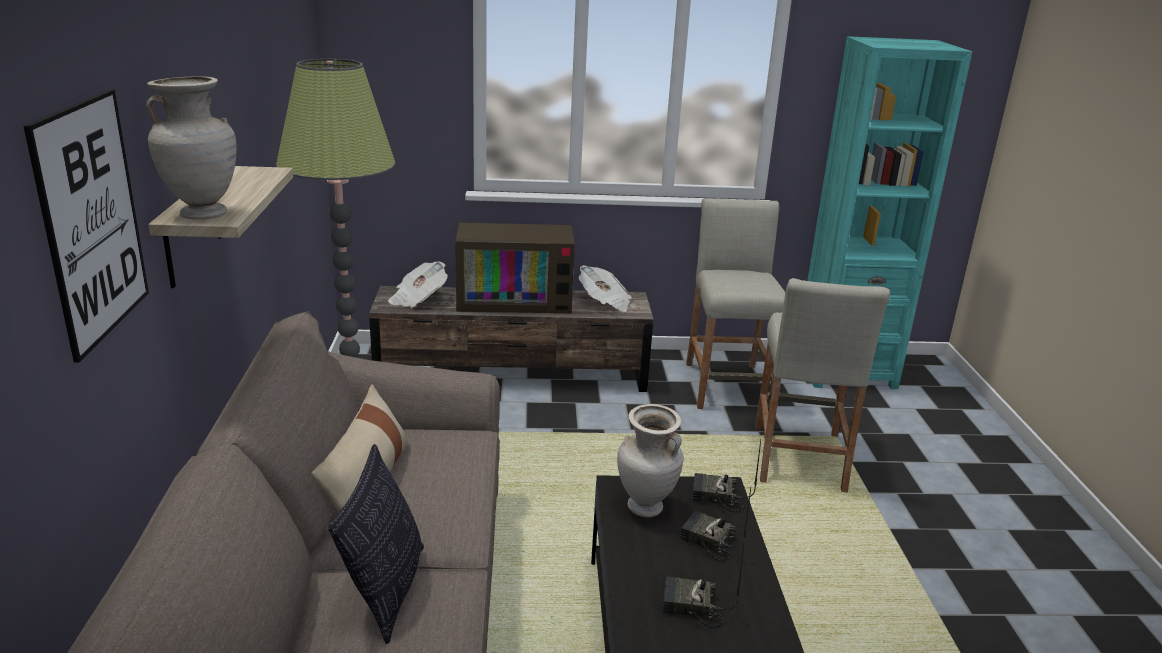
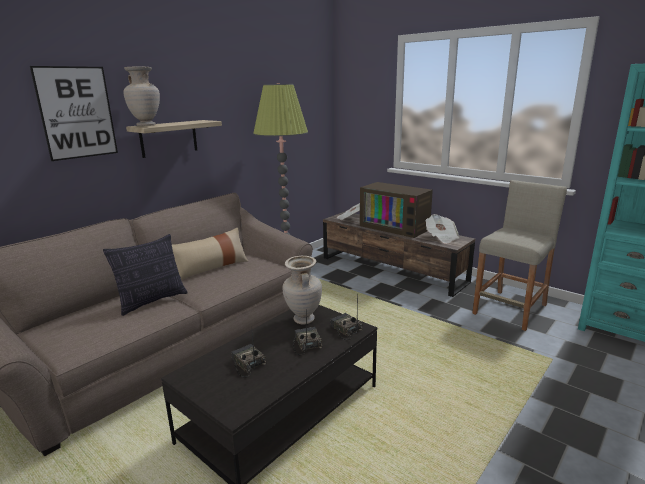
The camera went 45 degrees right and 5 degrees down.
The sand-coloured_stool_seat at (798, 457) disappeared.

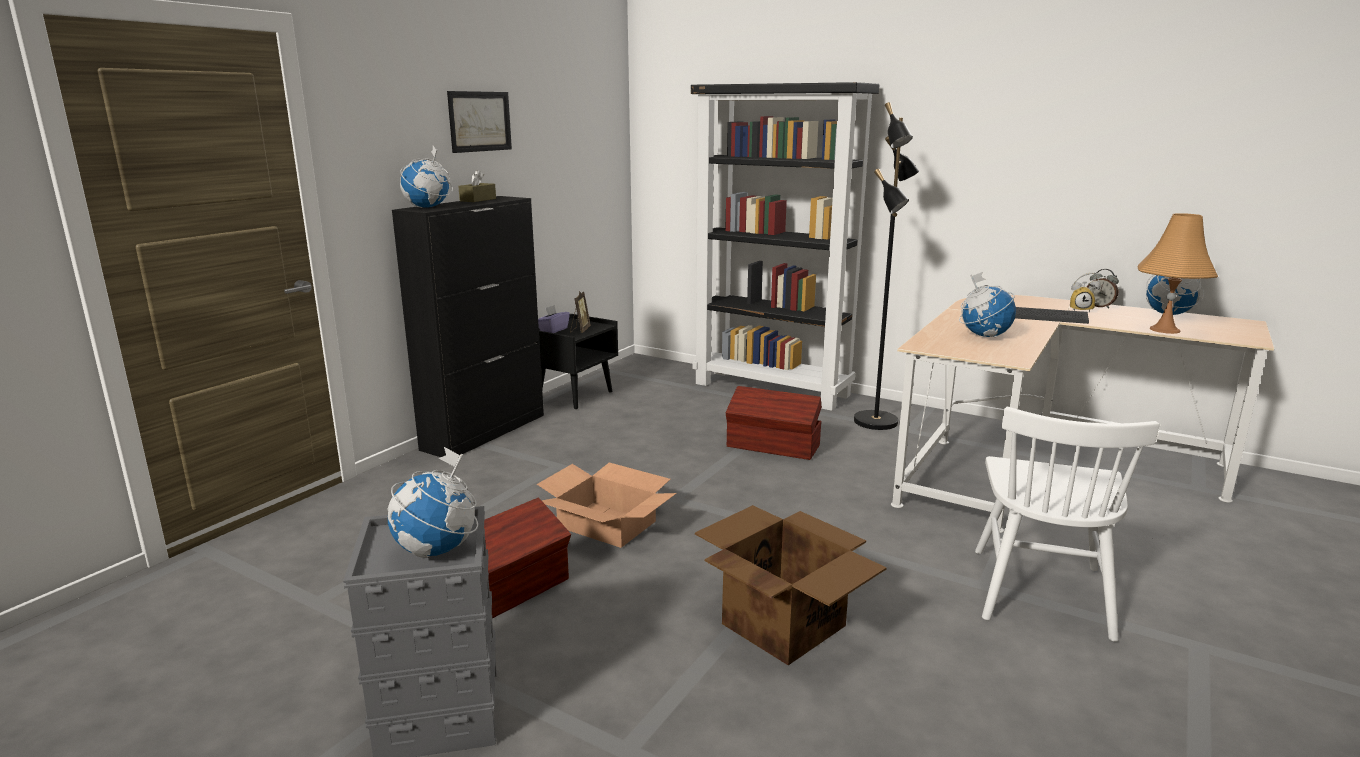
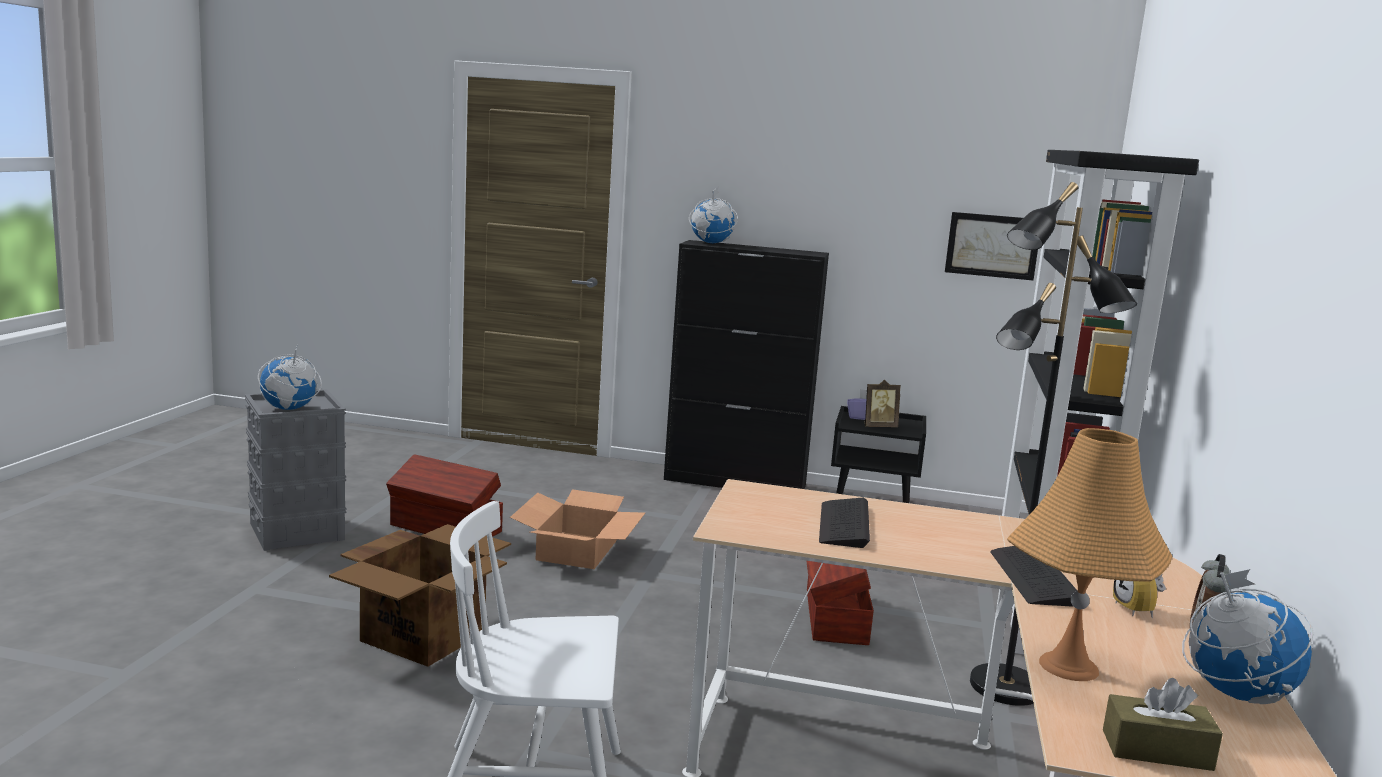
The camera went 70 degrees right and 5 degrees down.
The picture moved from (480, 121) to (992, 246).
The brown_tissue_holder moved from (478, 200) to (1157, 750).
The world_globe at (984, 336) was replaced by the keyboard at (844, 524).

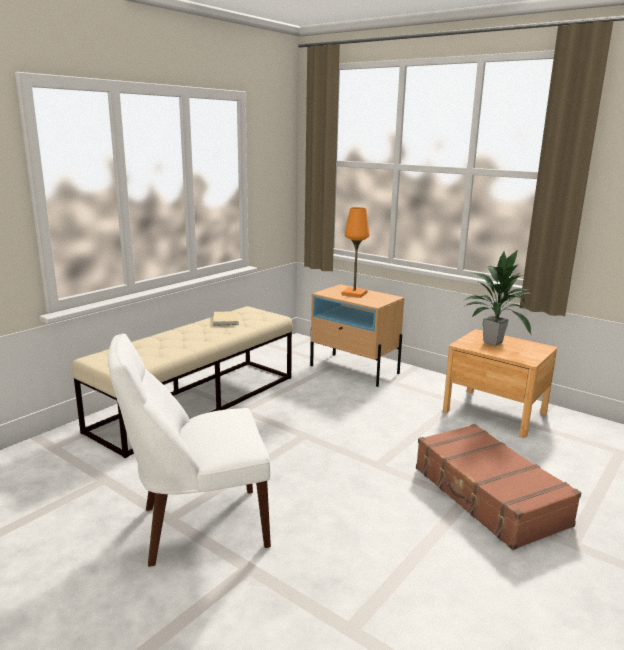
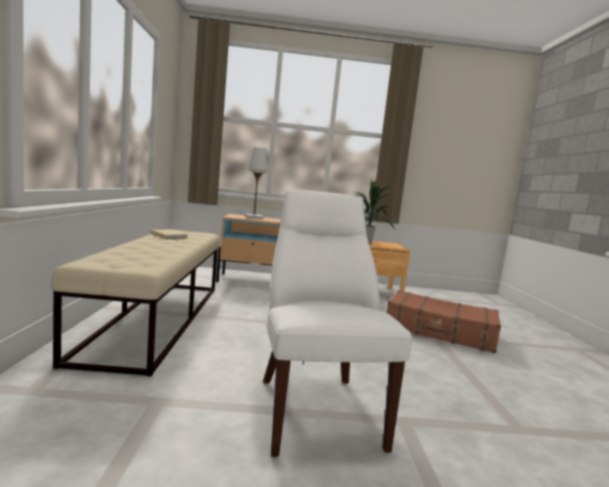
The camera went 40 degrees left and 10 degrees down.
The white_upright_chair at (197, 526) turned 135 degrees clockwise.
The orangey_table_lamp at (354, 294) became the white_table_lamp at (254, 217).

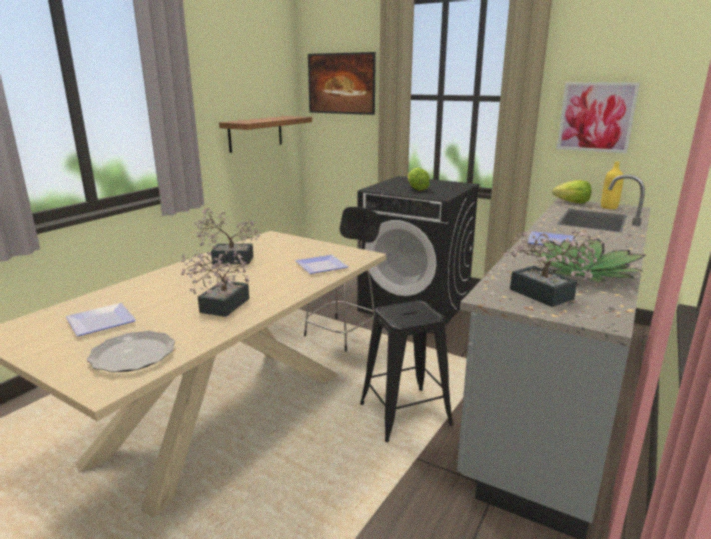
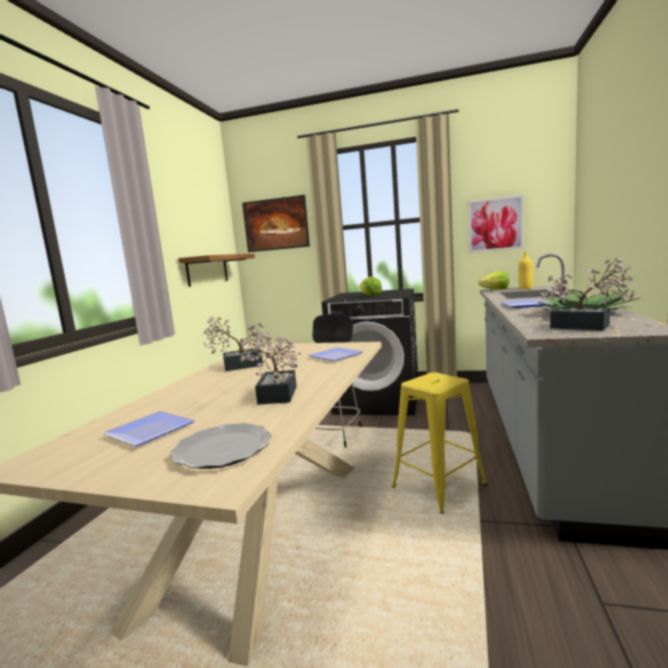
The camera went 15 degrees left and 10 degrees down.
The black-coloured_stool_seat at (405, 414) became the yellow-coloured_stool_seat at (439, 486).

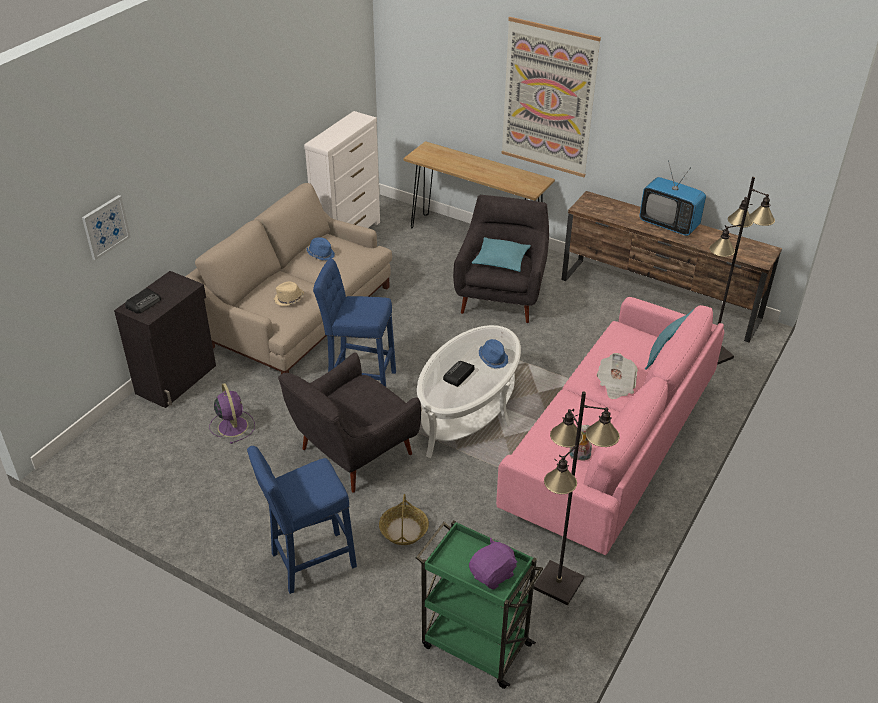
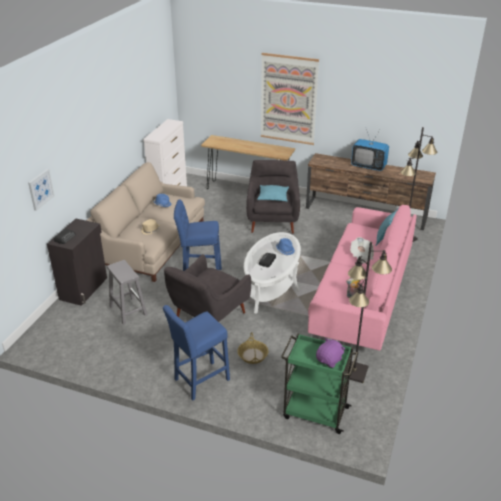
The camera went 10 degrees left and 5 degrees down.
The purple_cooling_fan at (232, 425) was replaced by the gray_stool_seat at (127, 310).

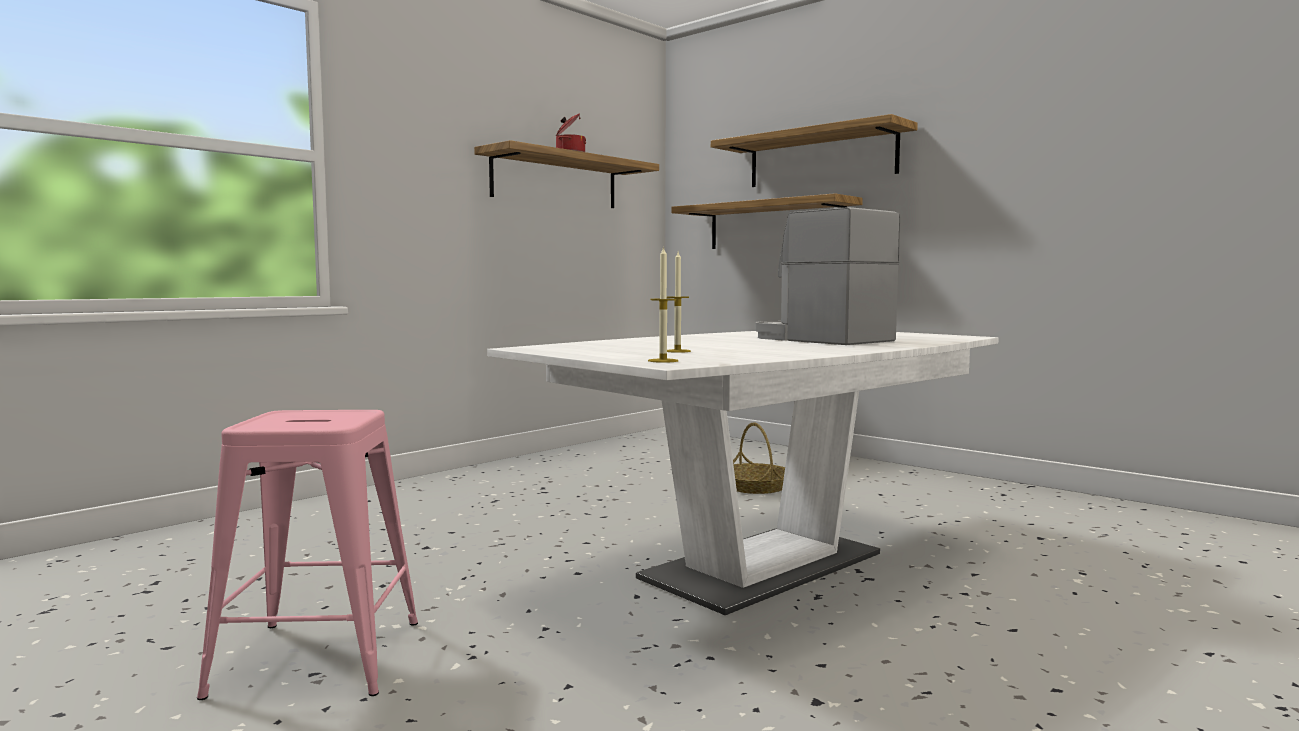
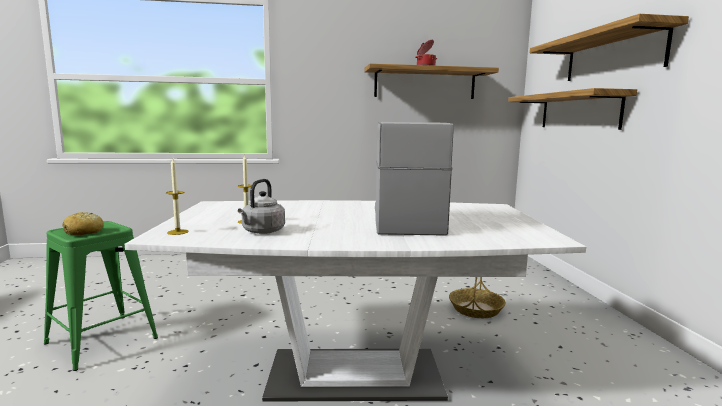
The camera went 40 degrees right and 5 degrees up.
The pink-coloured_stool_seat at (318, 658) became the greenish_stool_seat at (101, 341).
The bakery_bread at (84, 232) appeared.
The gray_tea_kettle at (262, 232) appeared.

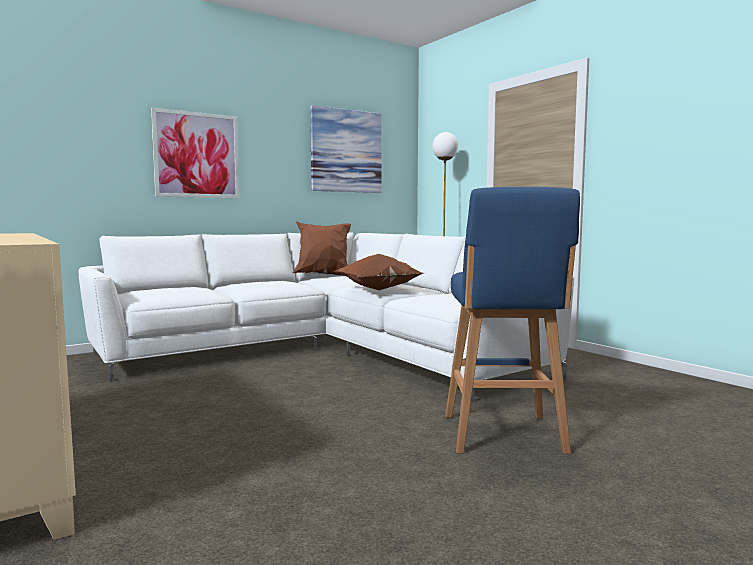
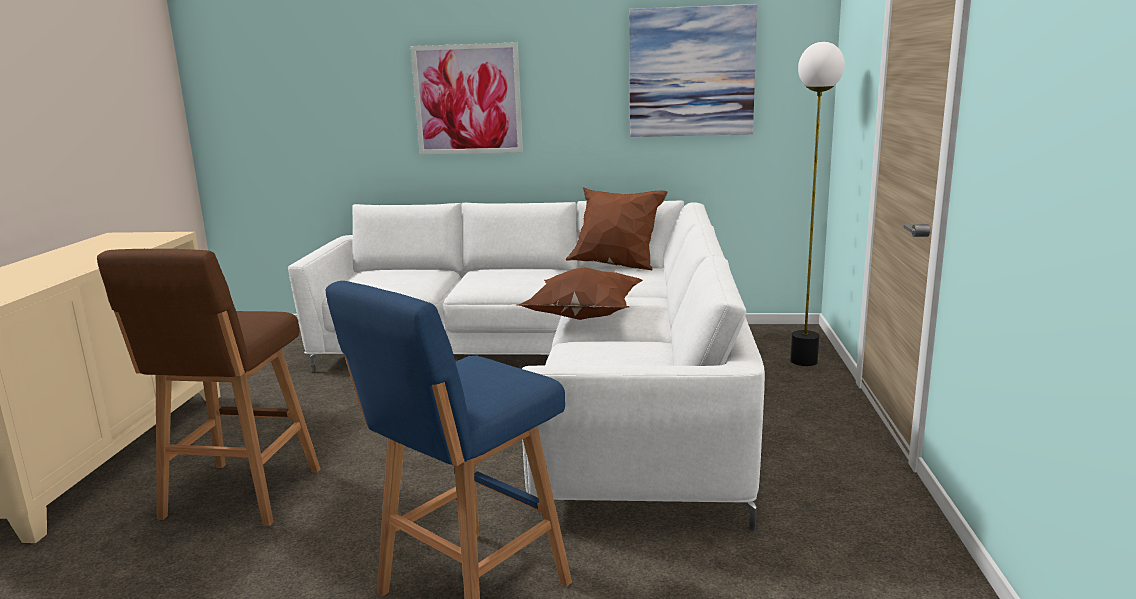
The camera went 40 degrees right and 10 degrees up.
The brown_stool_seat at (239, 496) appeared.

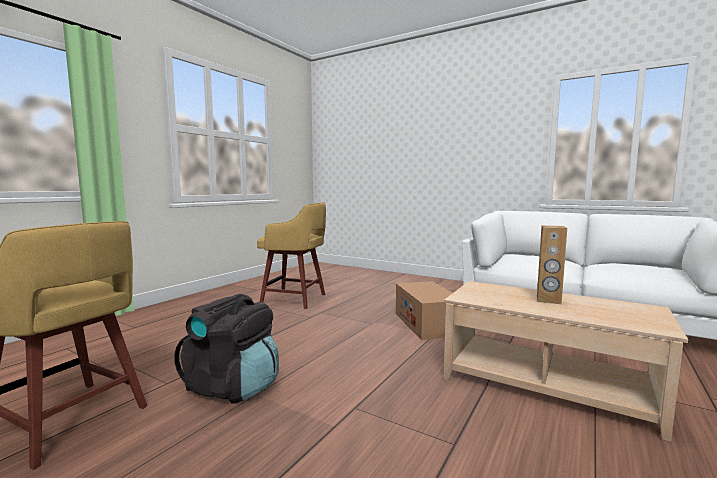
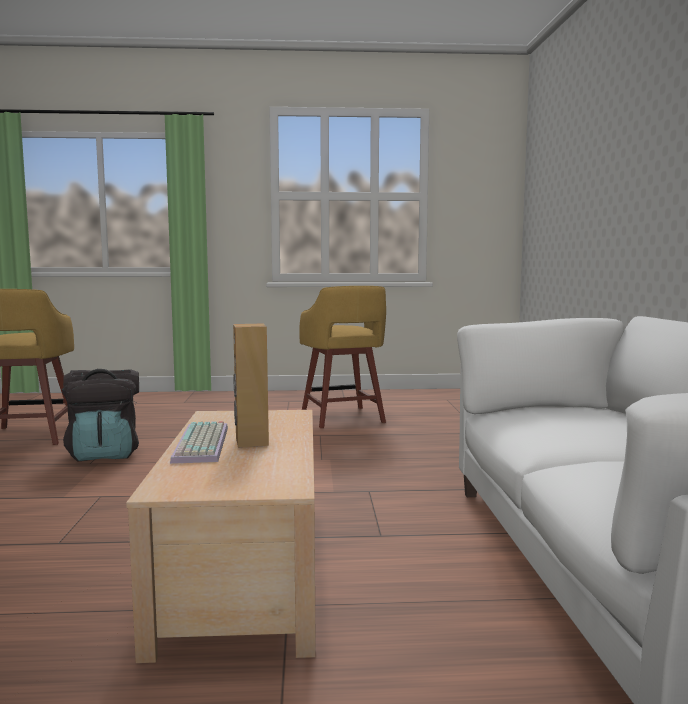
The camera went 55 degrees right and 0 degrees up.
The carton at (427, 324) disappeared.
The keyboard at (203, 444) appeared.

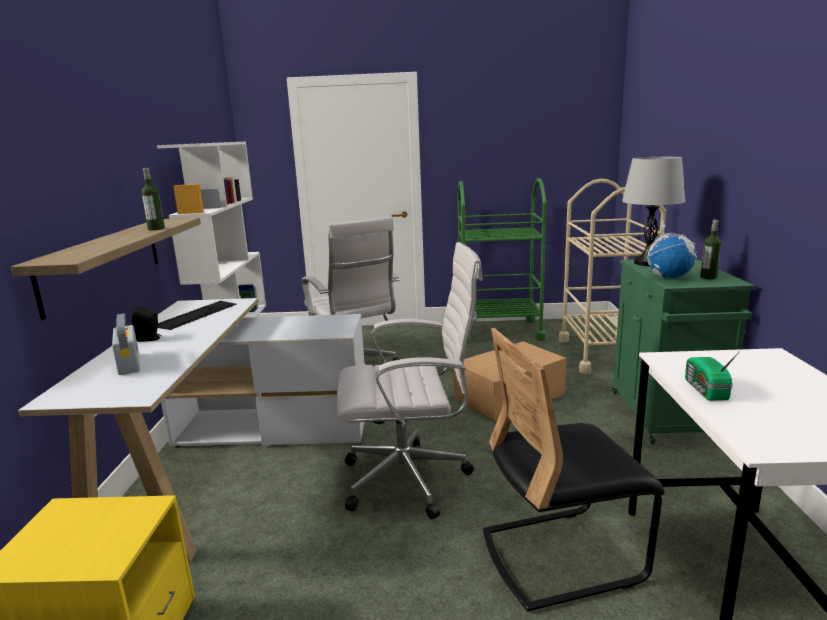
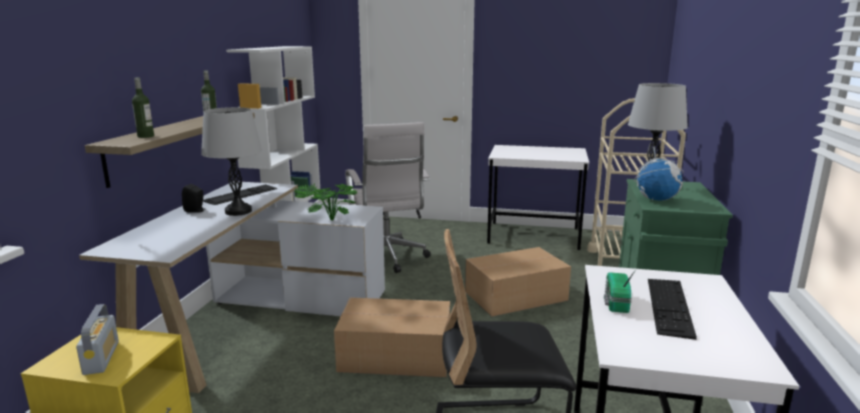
The camera went 10 degrees right and 0 degrees up.
The radio_set moved from (129, 363) to (101, 358).
The white_desk_chair at (412, 479) was replaced by the carton at (397, 355).
The greenish_wheeled_cart at (499, 331) was replaced by the white_desk_table at (534, 236).
The bottle moved from (708, 277) to (145, 136).
The gray_table_lamp at (238, 211) appeared.
The plant_in_a_pot at (327, 221) appeared.
The keyboard at (669, 306) appeared.

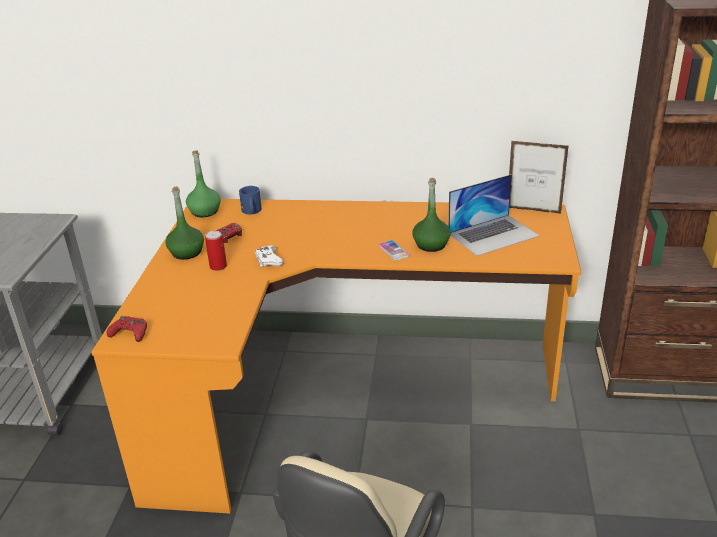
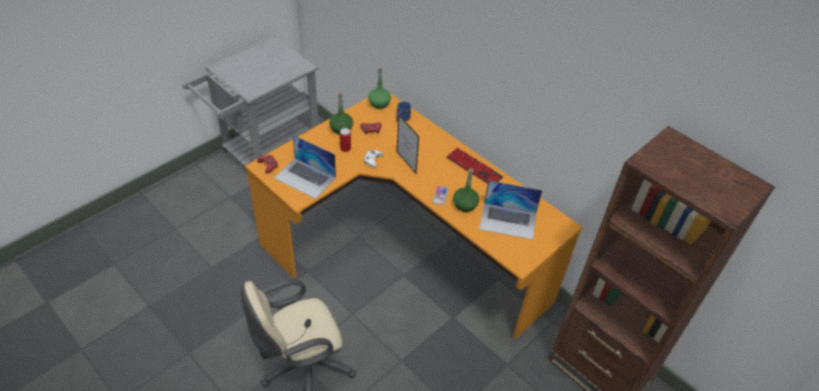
The camera went 35 degrees right and 15 degrees up.
The picture_frame moved from (533, 210) to (406, 163).
The notebook_computer at (305, 178) appeared.
The keyboard at (474, 168) appeared.

